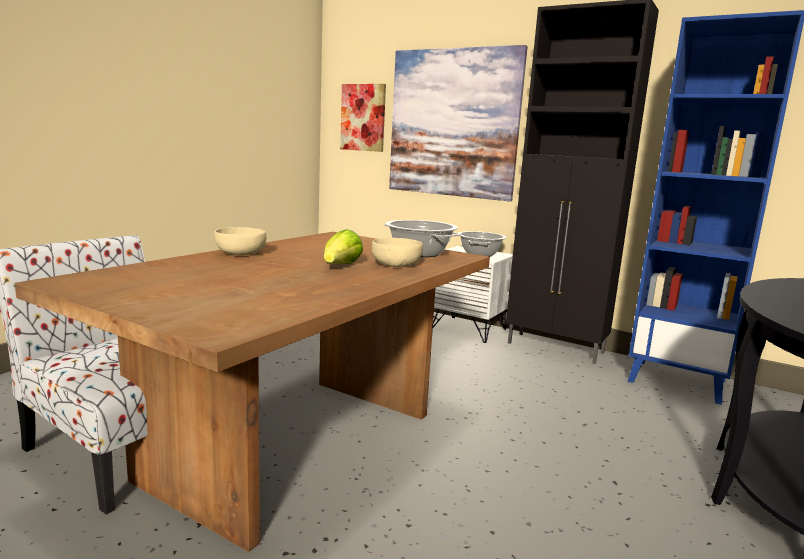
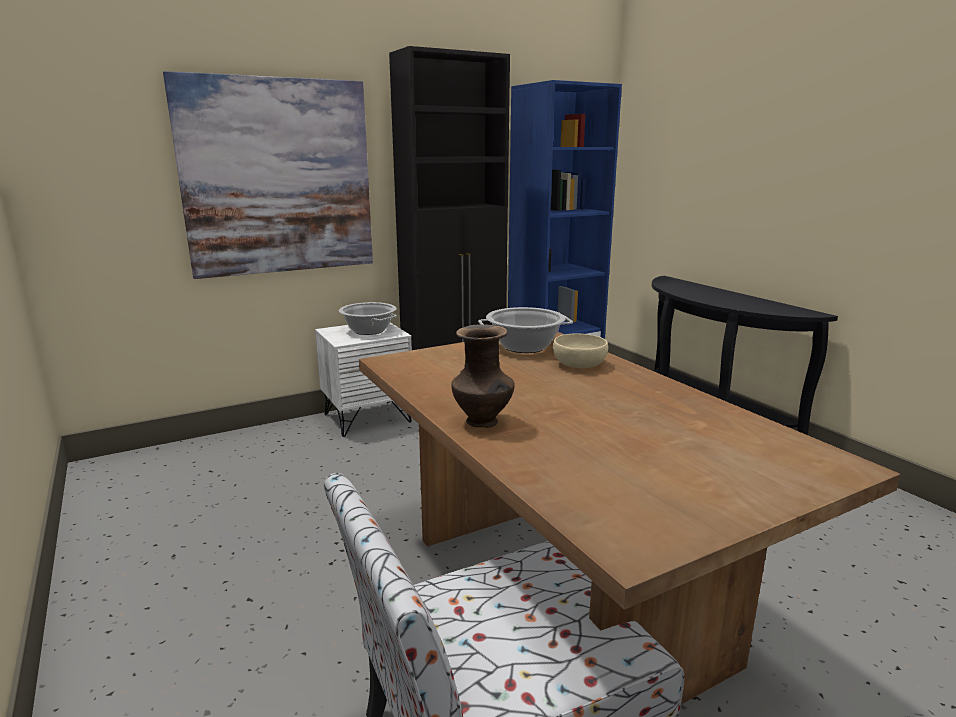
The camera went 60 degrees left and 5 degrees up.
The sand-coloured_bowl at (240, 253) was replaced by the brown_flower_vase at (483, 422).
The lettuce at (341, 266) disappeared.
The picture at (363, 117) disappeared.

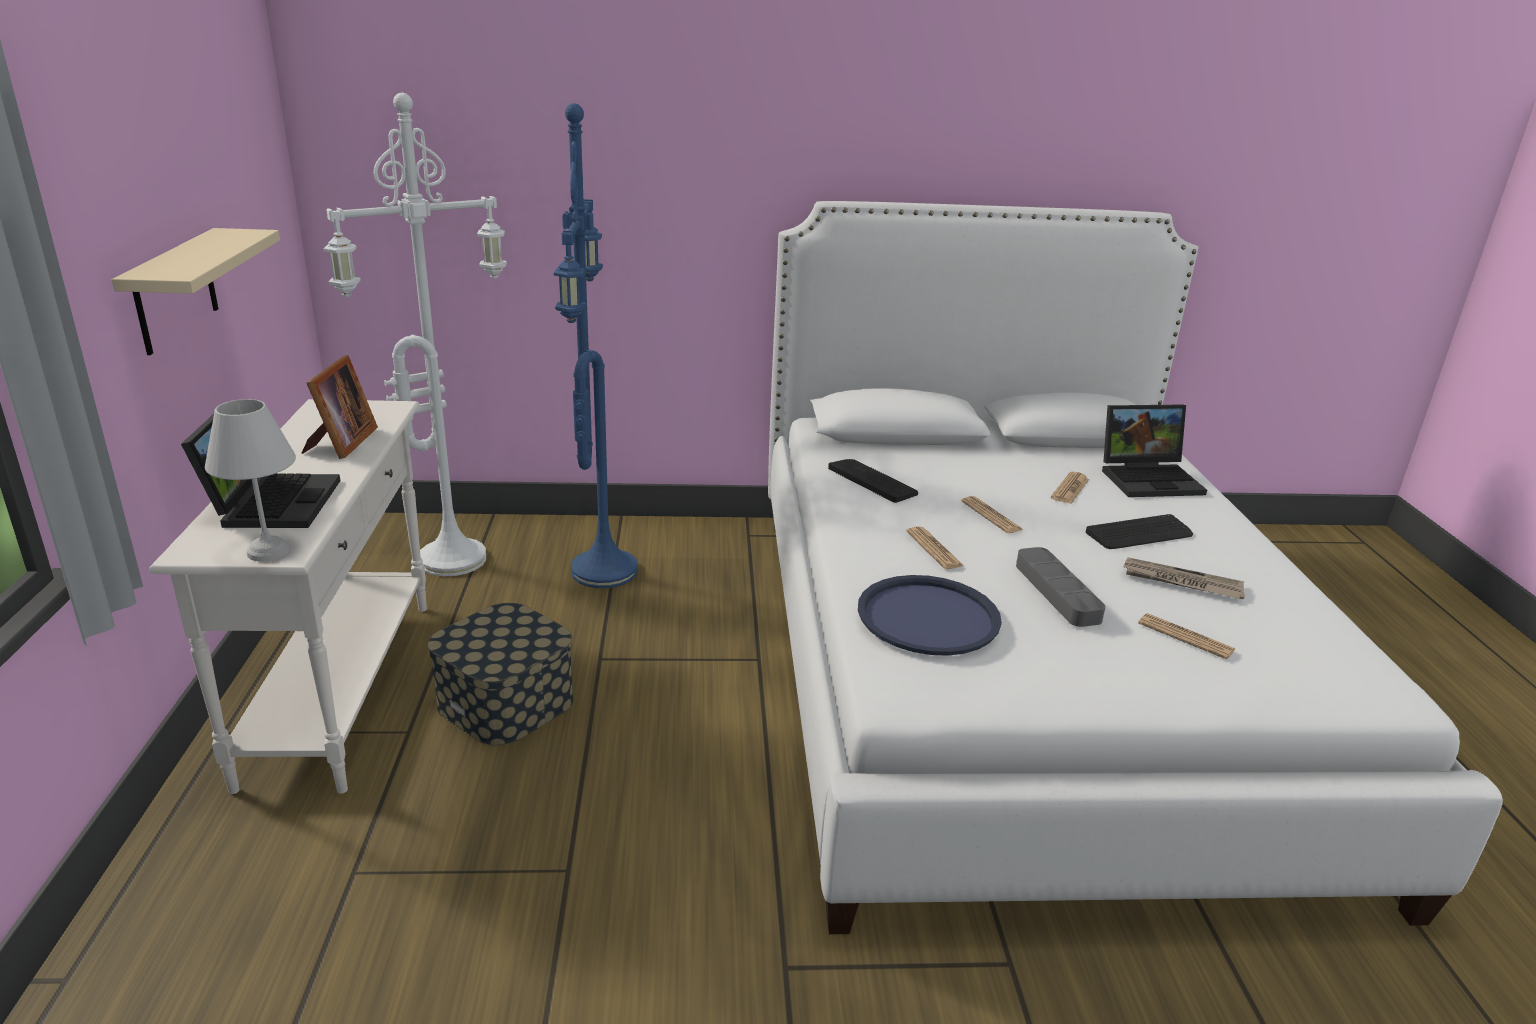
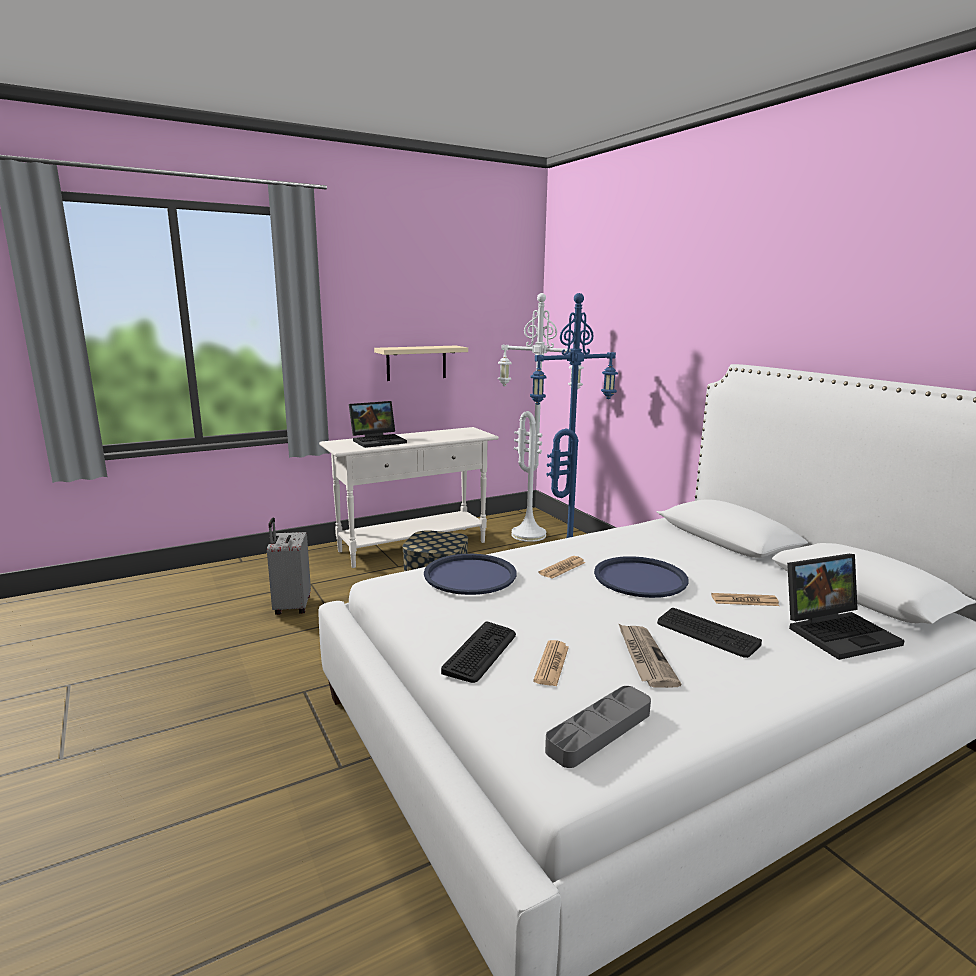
The camera went 65 degrees right and 10 degrees down.
The white_table_lamp at (270, 552) disappeared.
The picture_frame at (340, 443) disappeared.
The keyboard moved from (872, 481) to (481, 652).
The newspaper at (991, 516) was replaced by the blue-coloured_tray at (640, 578).
The gray_tray moved from (1057, 592) to (599, 731).
The notebook_computer at (1150, 478) turned 75 degrees counterclockwise.
The gray_piece_of_luggage at (291, 606) appeared.

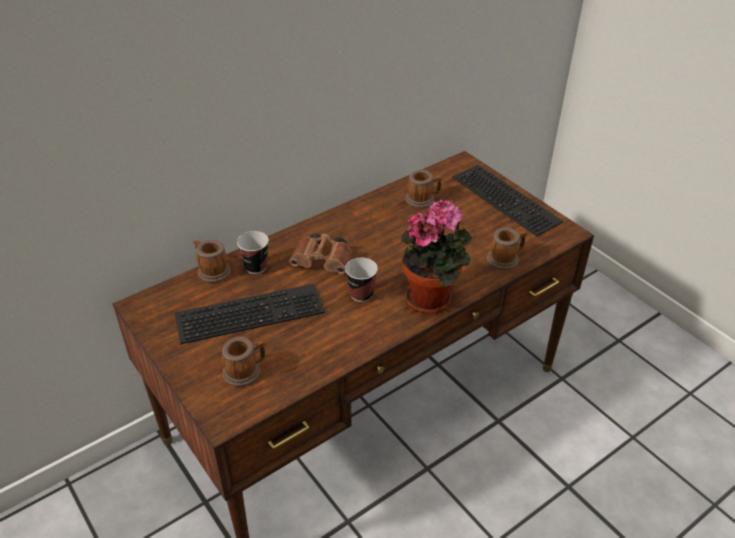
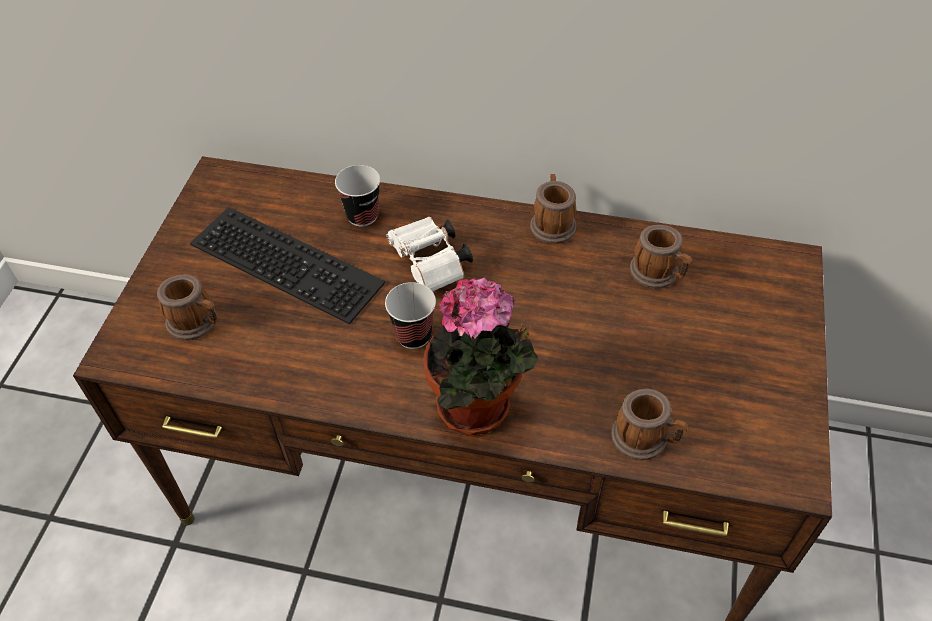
The camera went 50 degrees right and 10 degrees up.
The coffee_mug moved from (211, 271) to (552, 223).
The brown_field_glasses at (324, 263) became the white_field_glasses at (431, 265).
The keyboard at (508, 199) disappeared.

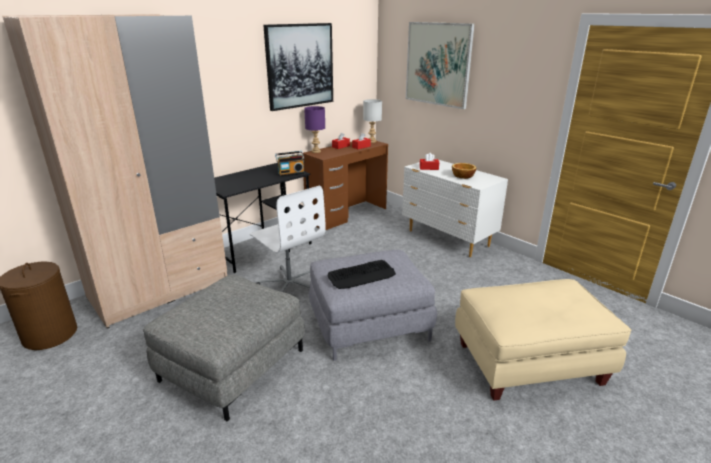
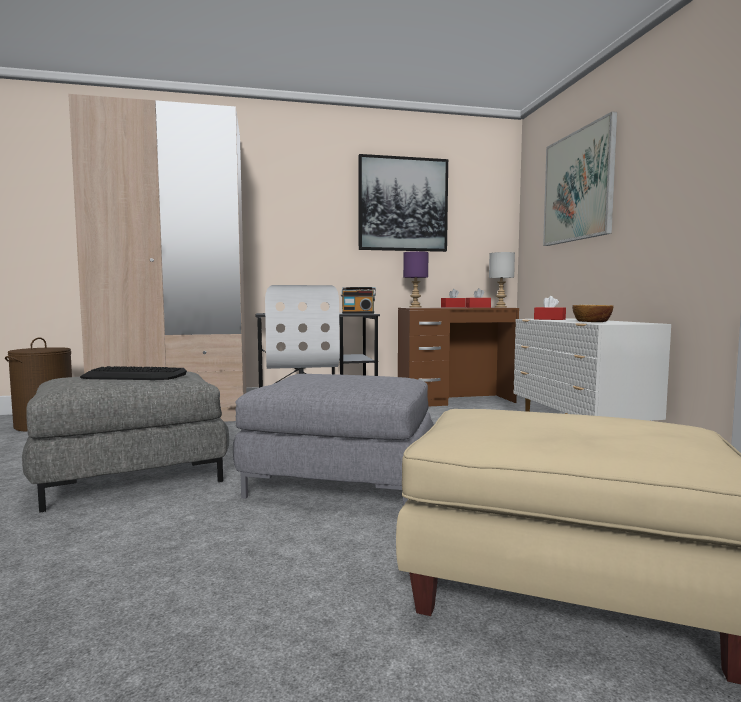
The camera went 30 degrees right and 20 degrees down.
The keyboard moved from (362, 275) to (135, 376).

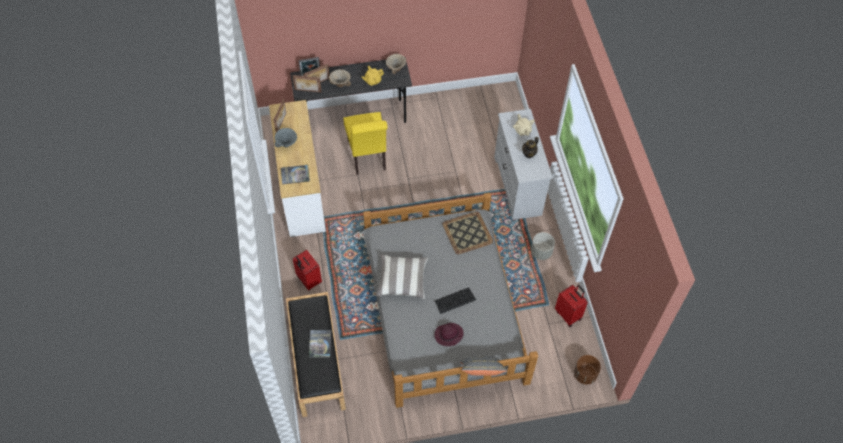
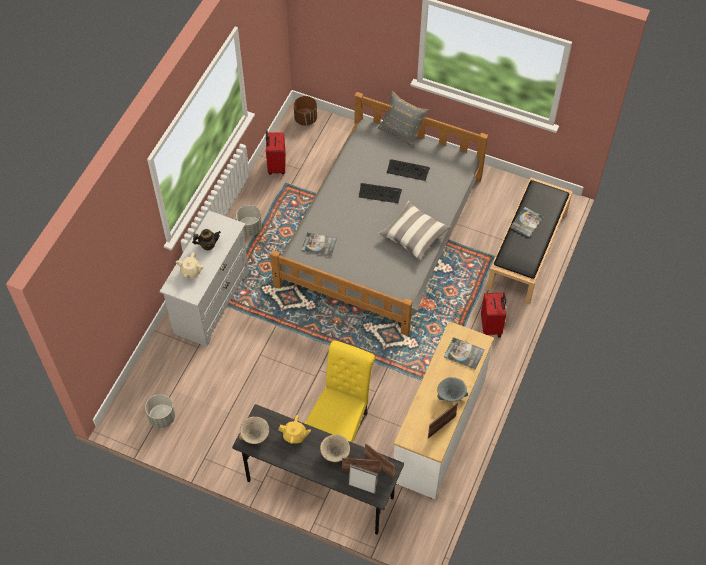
The camera went 145 degrees left and 0 degrees up.
The purple_wearable_hat at (448, 335) was replaced by the keyboard at (408, 170).
The tray at (467, 232) was replaced by the bound_book at (319, 244).
The gray_planter at (162, 417) appeared.

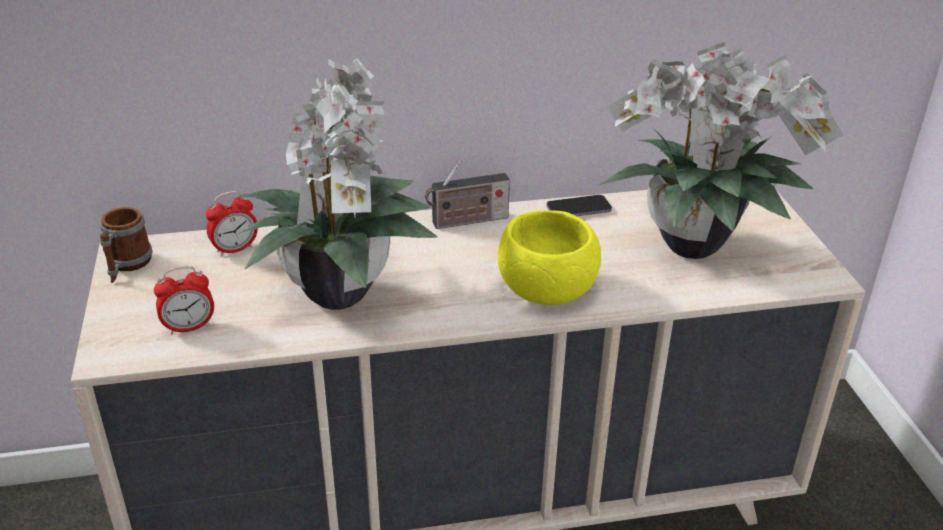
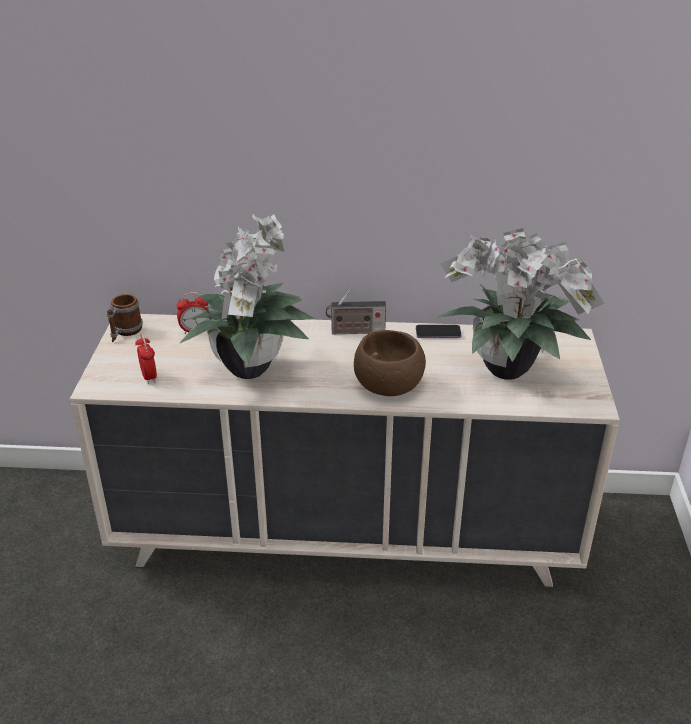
The camera went 15 degrees right and 0 degrees up.
The bedside_clock at (189, 327) turned 105 degrees counterclockwise.
The yellow-coloured_bowl at (547, 289) became the brown_bowl at (389, 385).

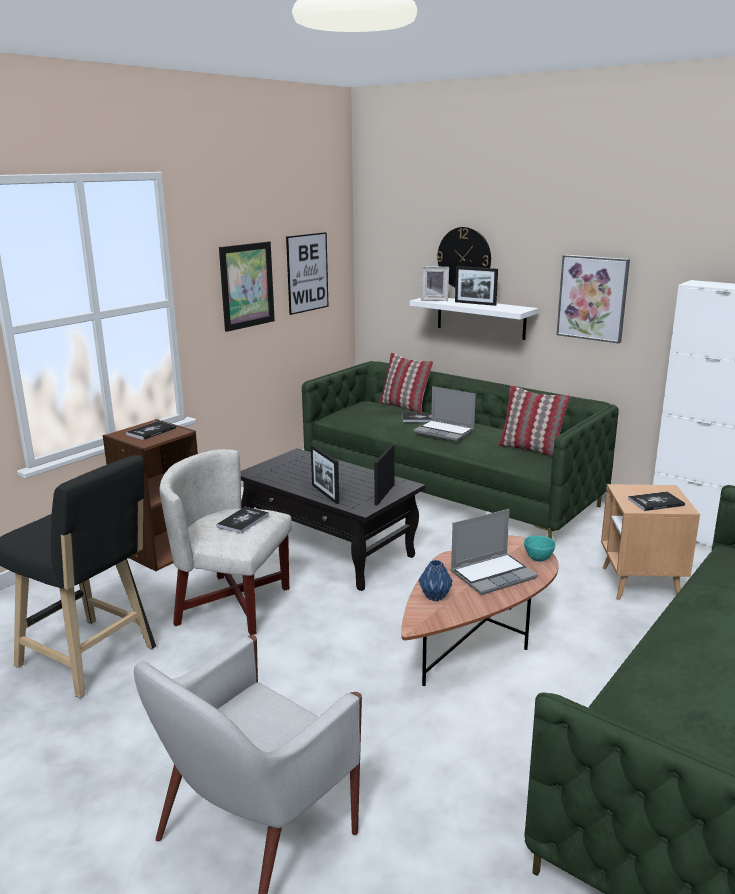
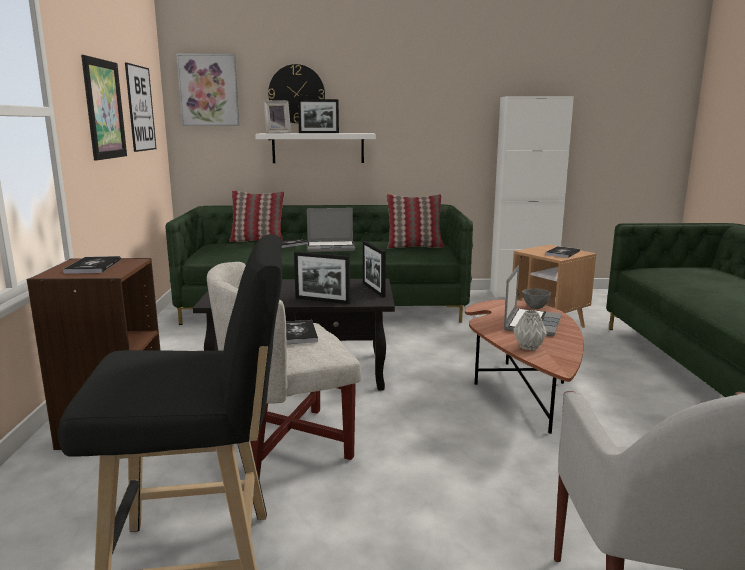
The camera went 40 degrees left and 5 degrees down.
The blue-coloured_flower_vase at (434, 596) became the gray_flower_vase at (528, 347).
The turquoise-coloured_bowl at (538, 559) became the gray_bowl at (535, 307).
The picture moved from (592, 298) to (209, 90).

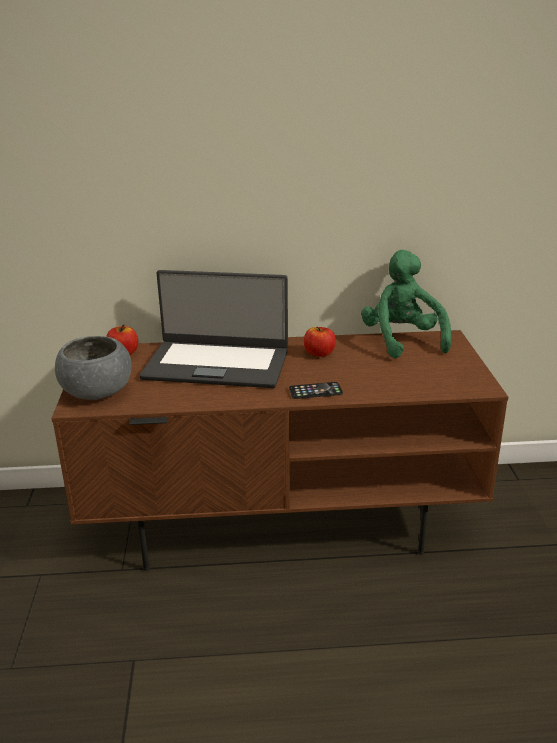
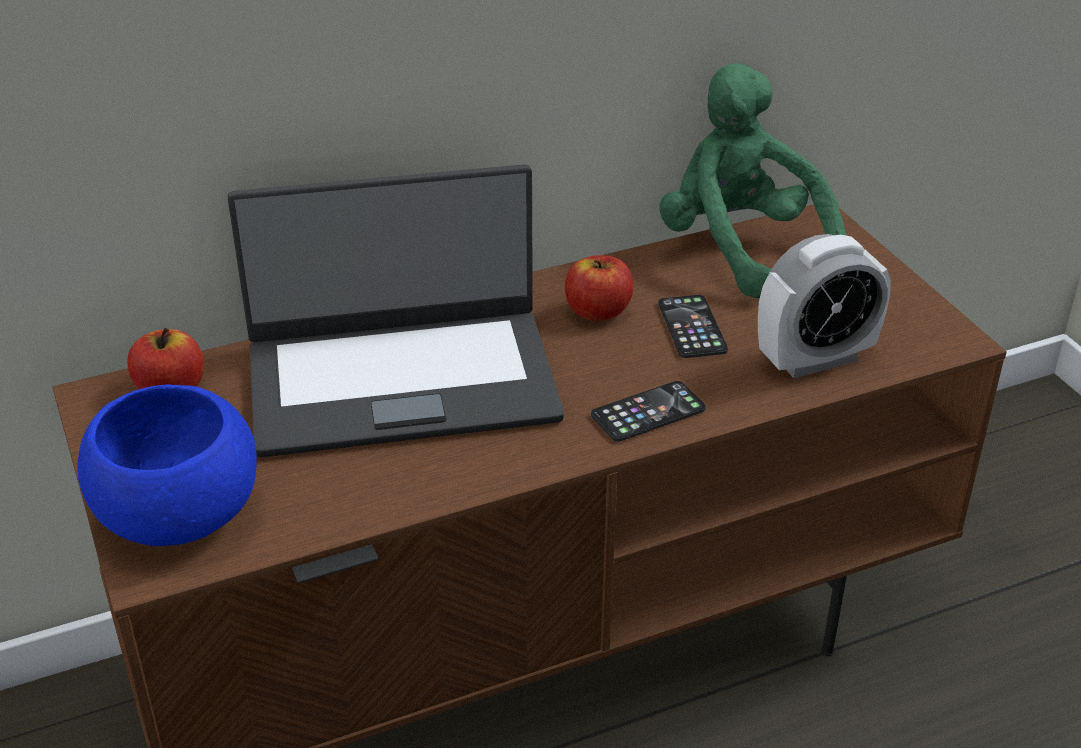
The camera went 20 degrees left and 10 degrees up.
The gray_bowl at (96, 392) became the blue-coloured_bowl at (177, 515).
The telephone at (692, 327) appeared.
The bedside_clock at (815, 359) appeared.

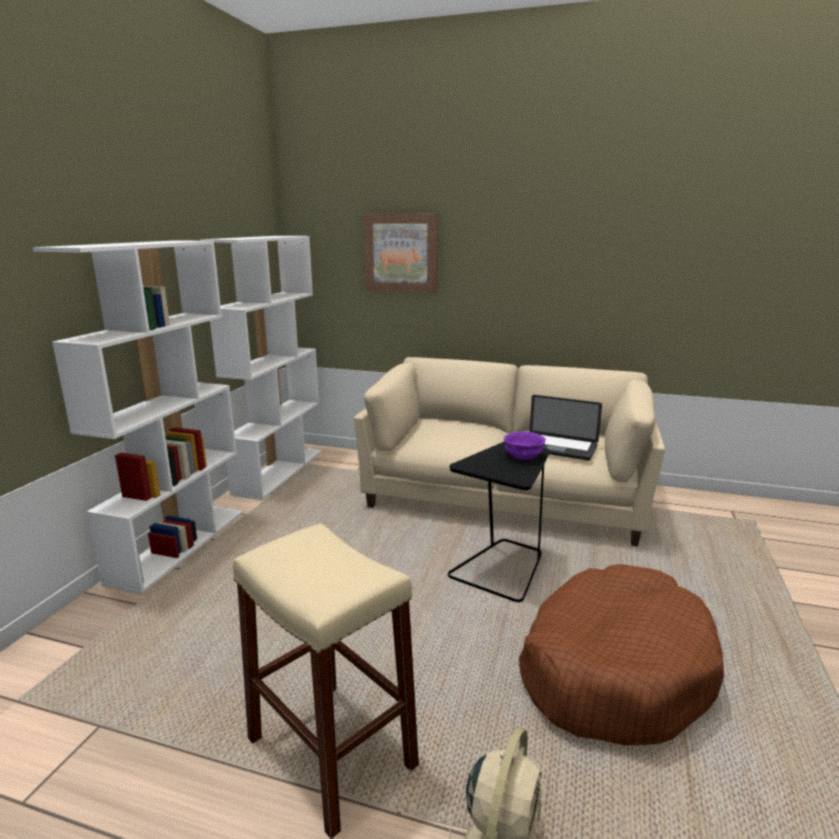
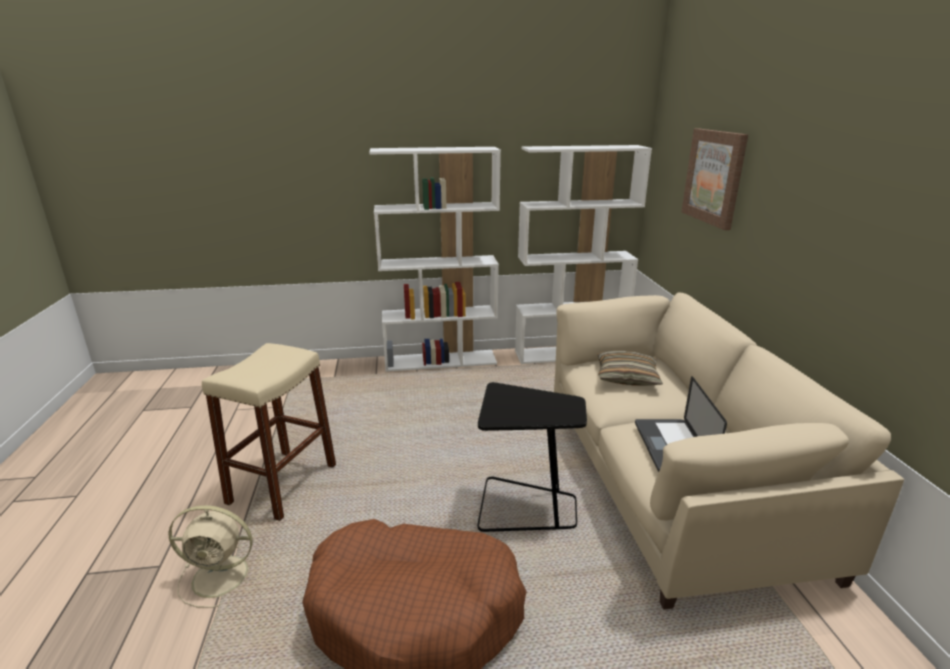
The camera went 65 degrees right and 5 degrees up.
The purple_bowl at (524, 456) disappeared.
The cushion at (627, 377) appeared.

